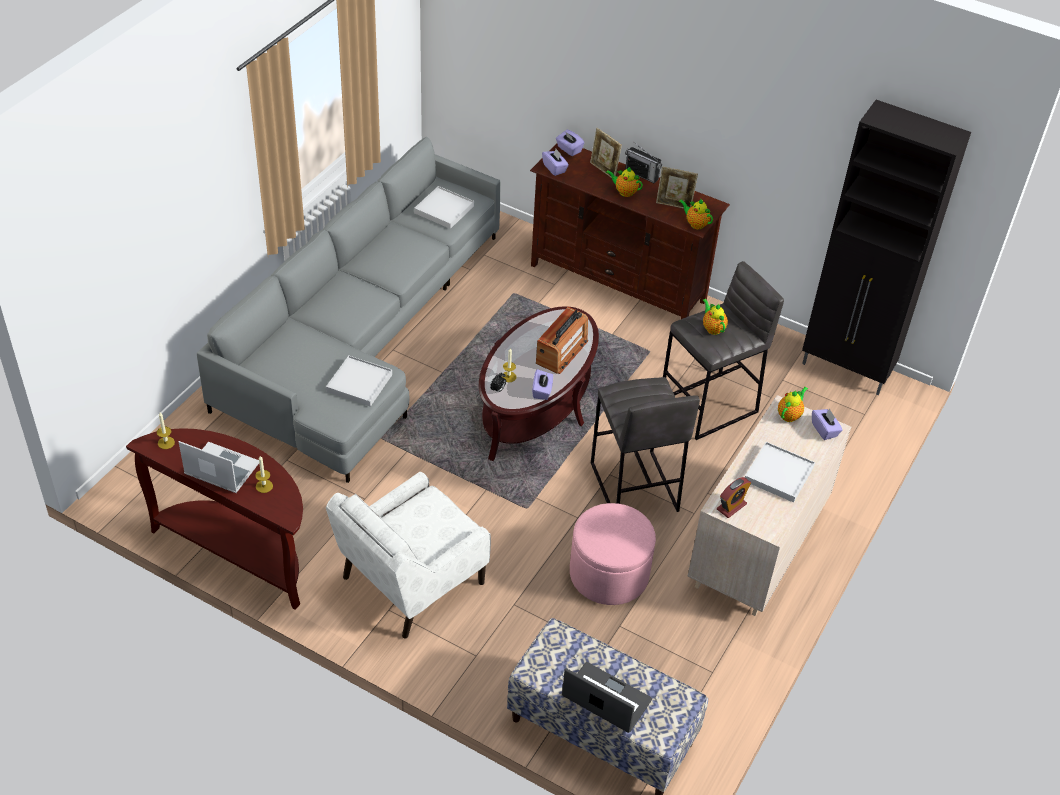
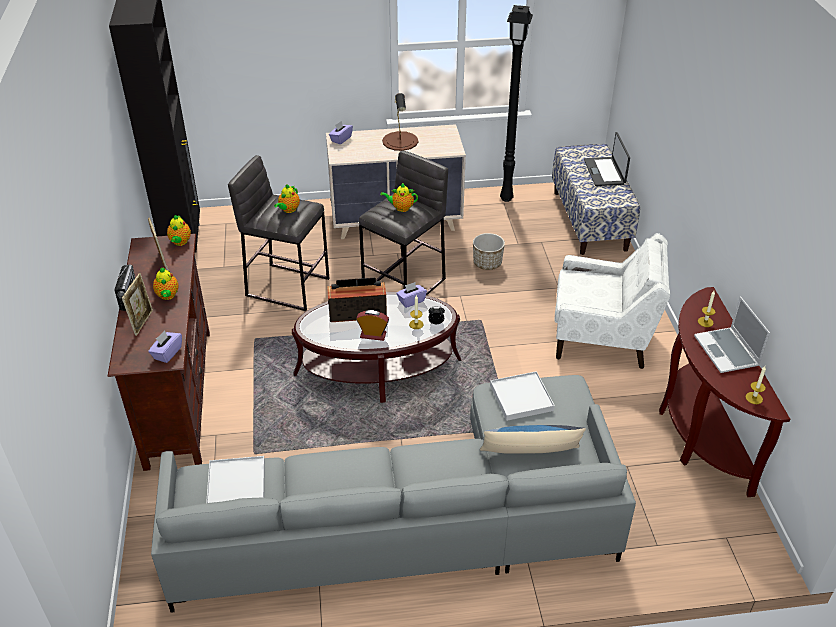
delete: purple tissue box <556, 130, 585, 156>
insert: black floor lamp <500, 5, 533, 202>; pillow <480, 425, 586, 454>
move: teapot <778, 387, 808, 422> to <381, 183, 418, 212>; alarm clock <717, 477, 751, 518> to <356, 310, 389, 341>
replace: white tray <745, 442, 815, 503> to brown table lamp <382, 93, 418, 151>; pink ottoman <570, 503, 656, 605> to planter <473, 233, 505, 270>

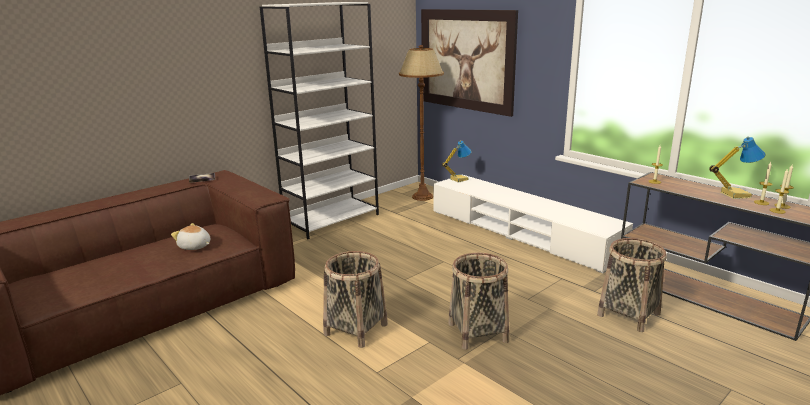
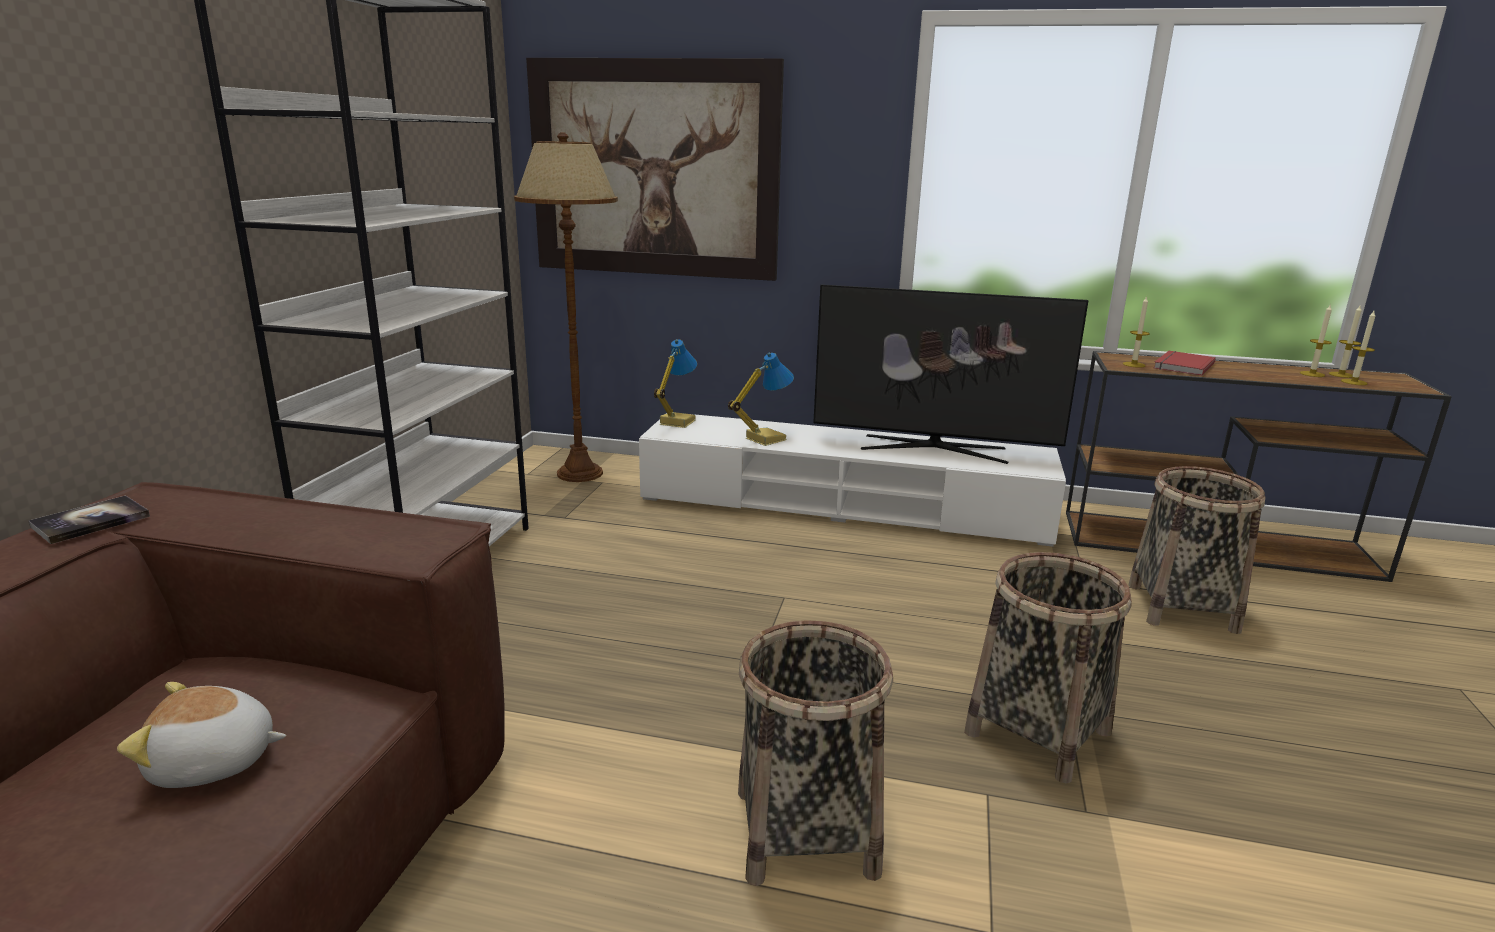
insert: television <813, 284, 1088, 464>; red book <1154, 351, 1216, 376>
move: table lamp <709, 137, 766, 199> to <728, 352, 794, 446>

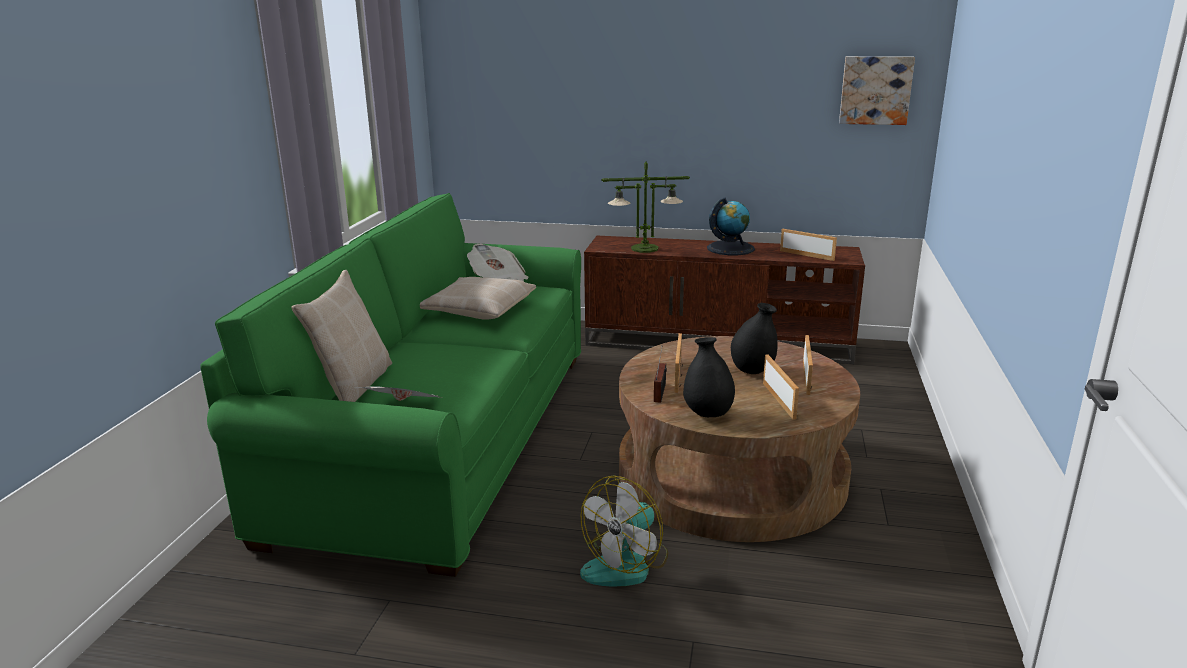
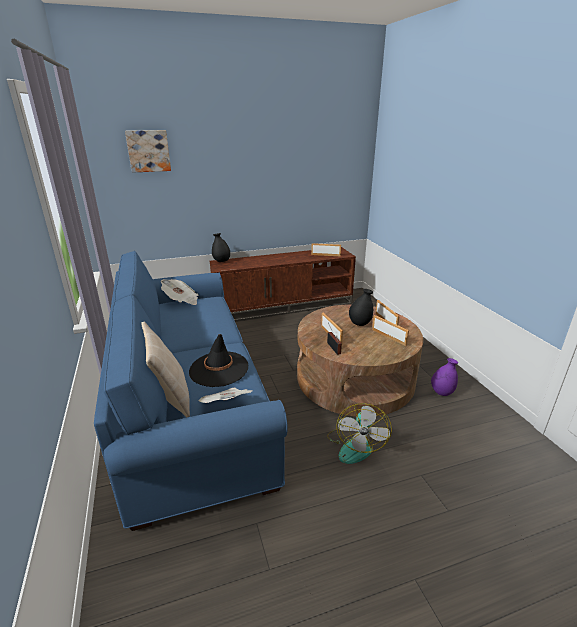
delete: table lamp <601, 162, 690, 253>; globe <707, 197, 755, 255>; beige pillow <420, 277, 536, 320>
insert: black hat <189, 334, 248, 387>; purple vase <431, 358, 458, 396>
move: picture <839, 56, 915, 125> to <125, 130, 171, 173>; black vase <683, 337, 735, 417> to <212, 233, 230, 262>
recolor: green sofa <200, 193, 581, 577> to blue sofa <94, 251, 288, 531>

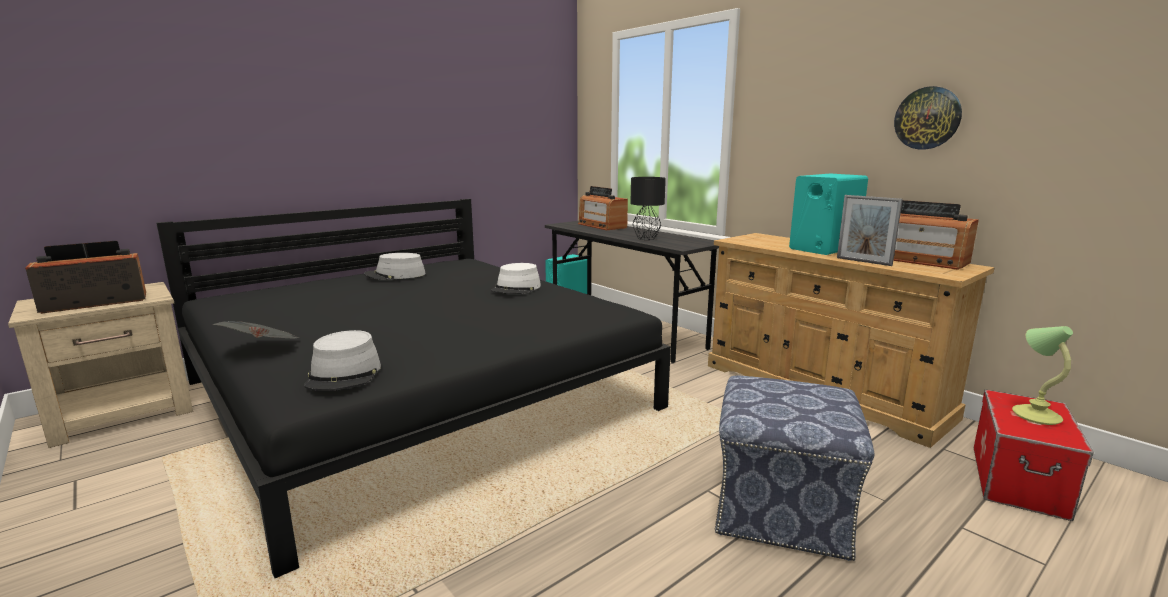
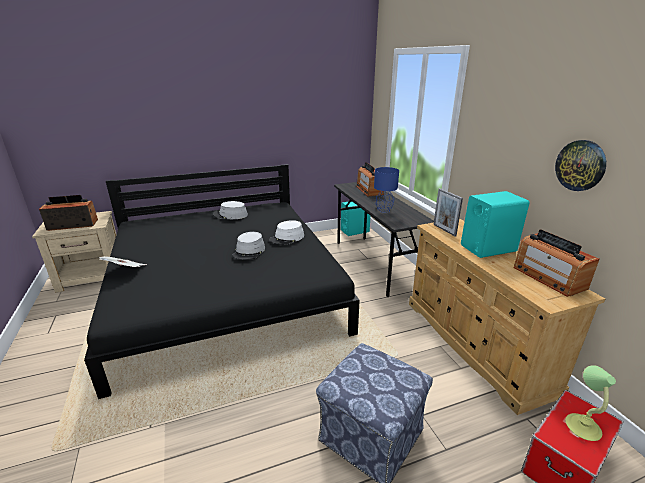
move: picture frame <837, 195, 903, 266> to <433, 188, 463, 237>; grey hat <304, 330, 381, 391> to <232, 232, 265, 260>
recolor: black table lamp <630, 177, 666, 240> to blue table lamp <374, 167, 399, 213>

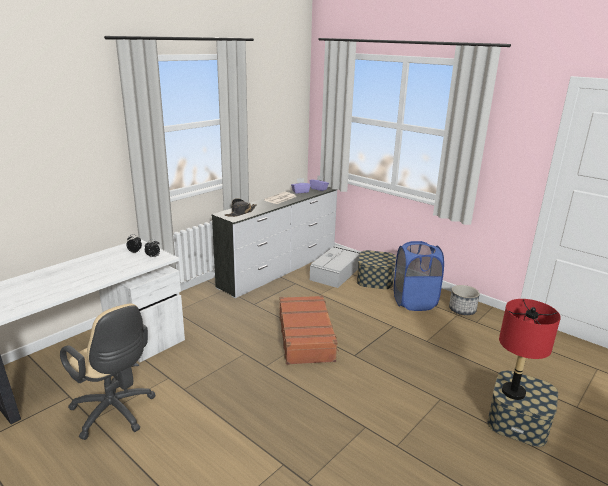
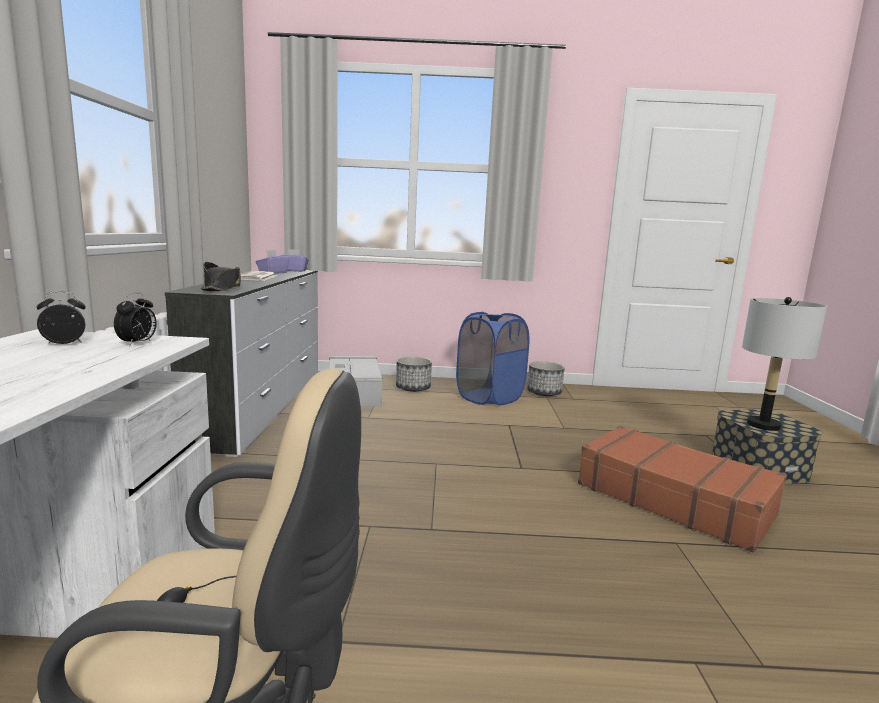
move: brown suitcase <279, 296, 339, 365> to <578, 426, 787, 553>
replace: storage box <357, 250, 396, 289> to planter <396, 357, 432, 392>
recolor: red table lamp <499, 299, 561, 400> to grey table lamp <742, 297, 827, 431>

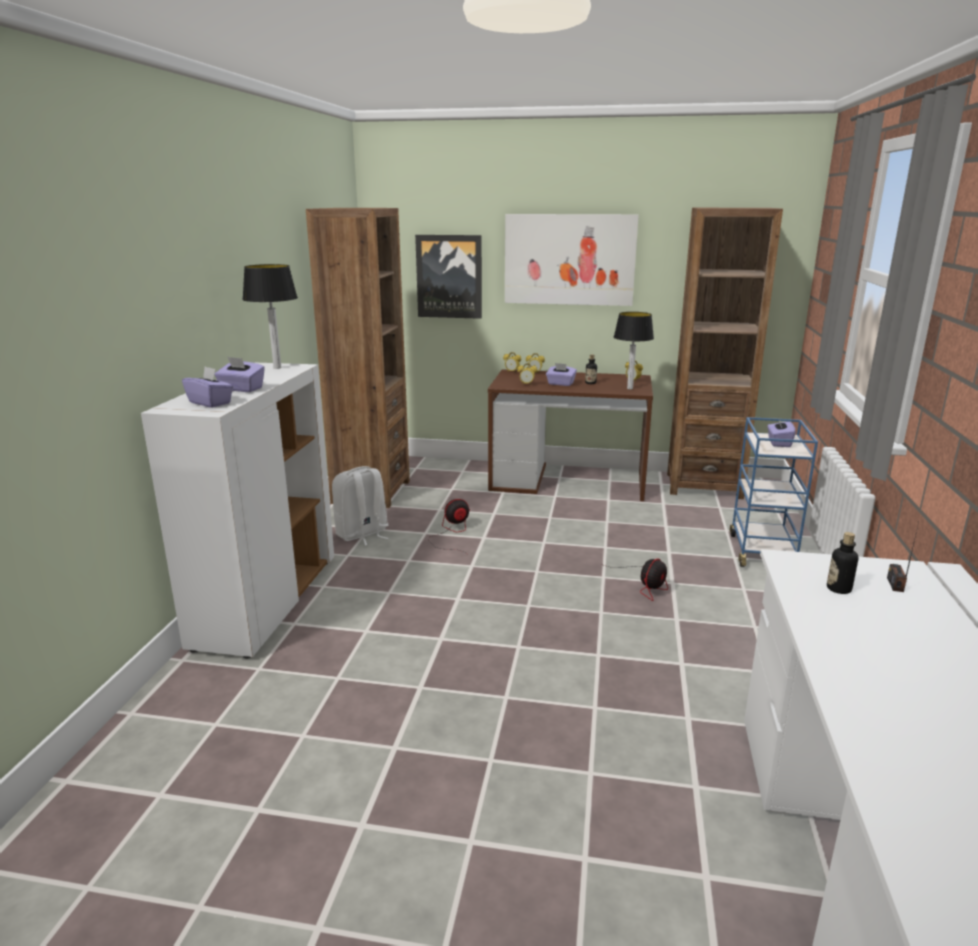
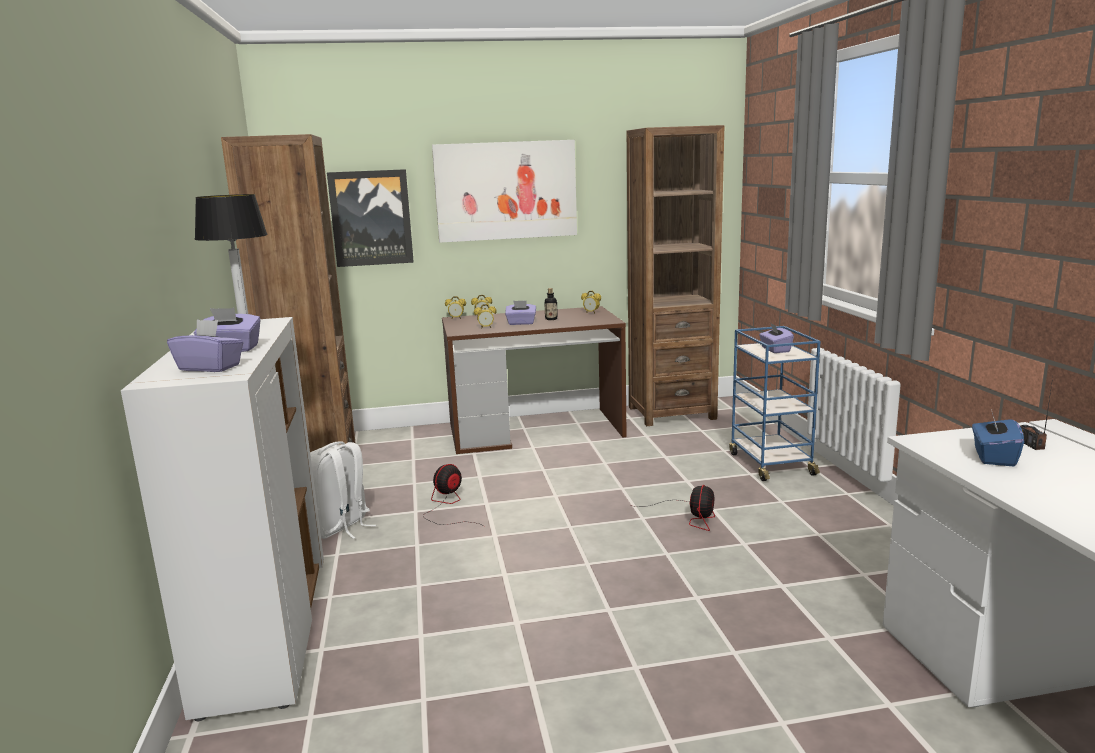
delete: table lamp <614, 312, 654, 390>
replace: bottle <827, 532, 859, 594> to blue tissue box <972, 409, 1024, 467>

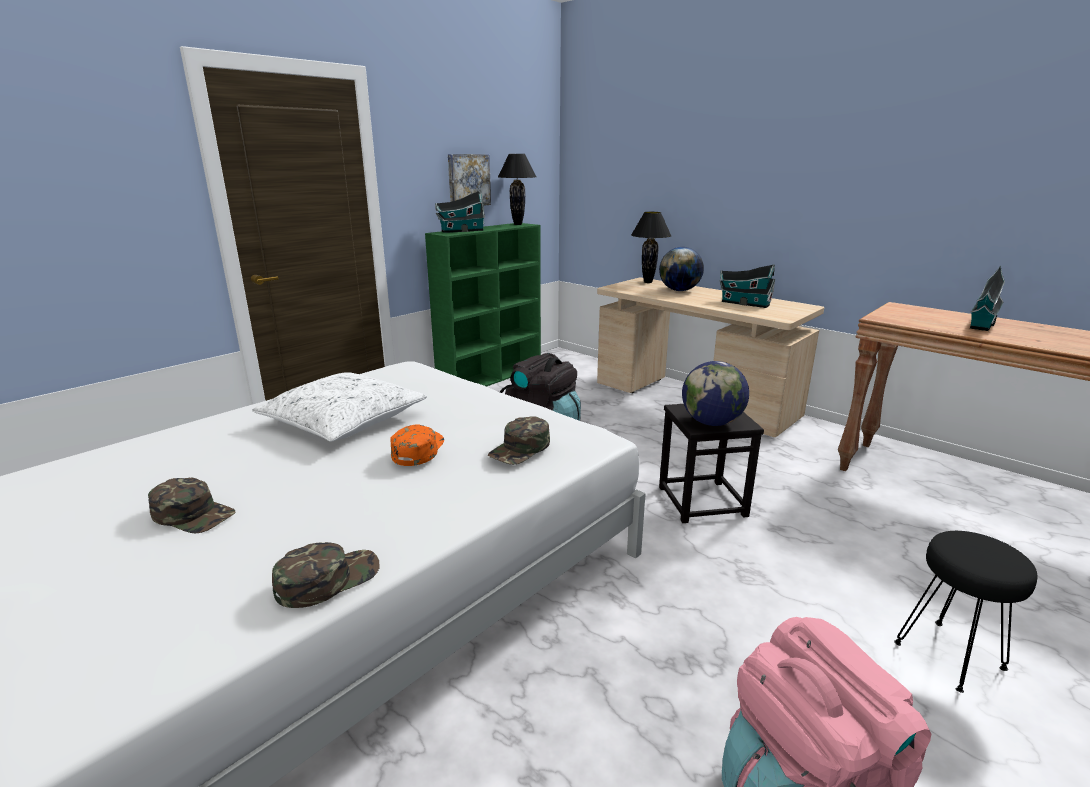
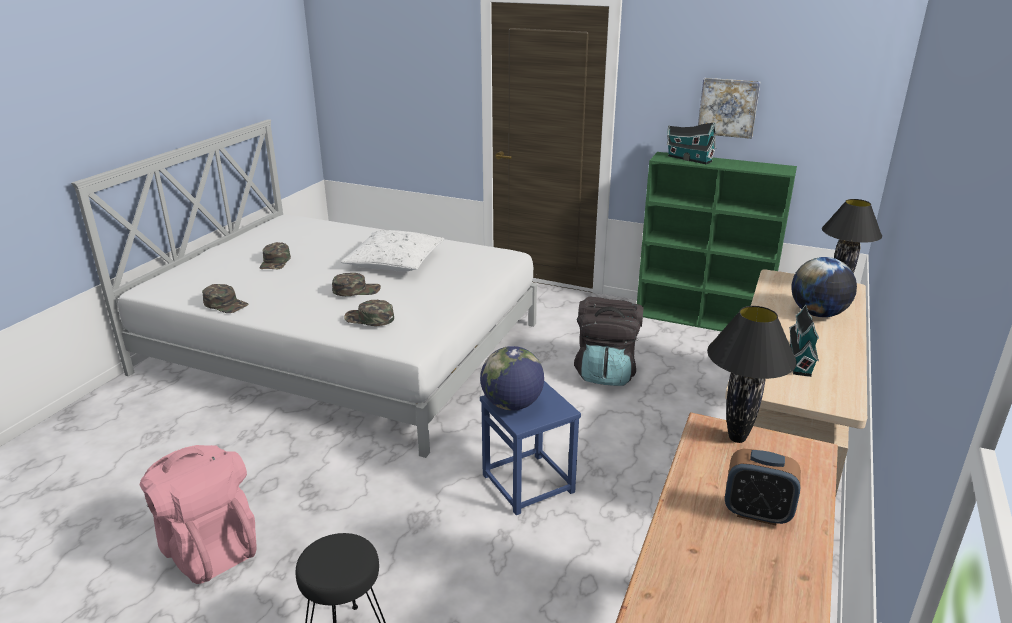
move: black table lamp <498, 154, 536, 225> to <707, 306, 797, 443>
replace: toy house <970, 266, 1005, 331> to alarm clock <725, 449, 801, 526>
recolor: black stool <659, 404, 764, 523> to blue stool <480, 381, 581, 515>; orange cap <390, 424, 444, 466> to green cap <332, 273, 381, 296>

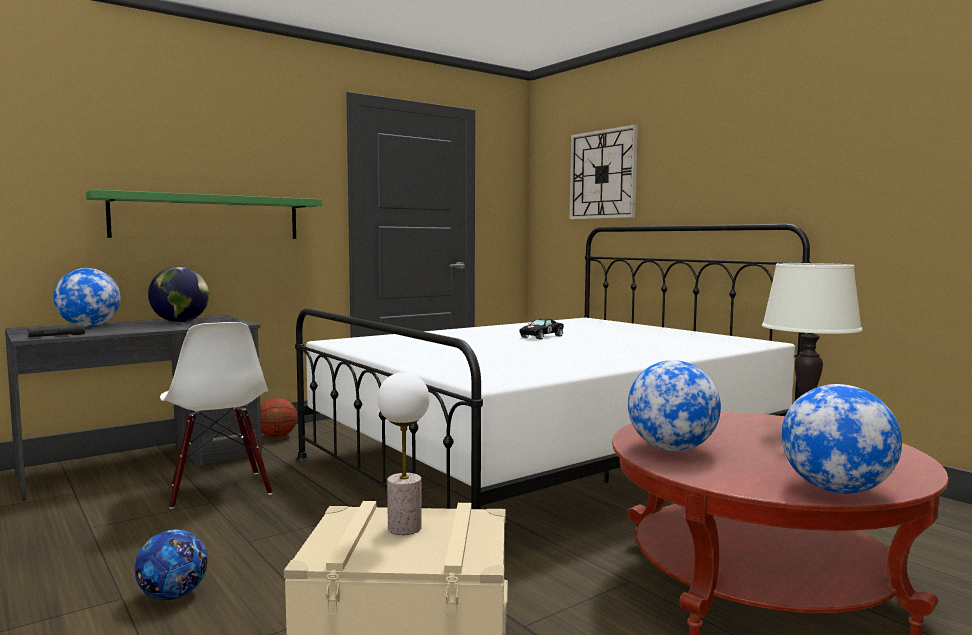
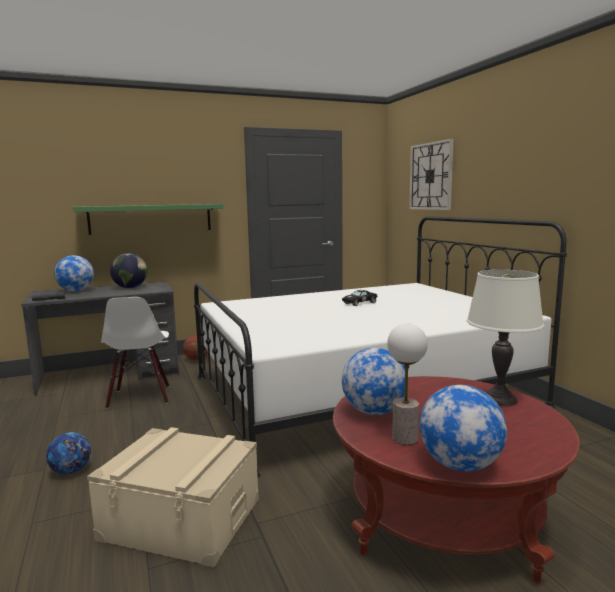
move: table lamp <378, 372, 429, 535> to <387, 323, 428, 445>

